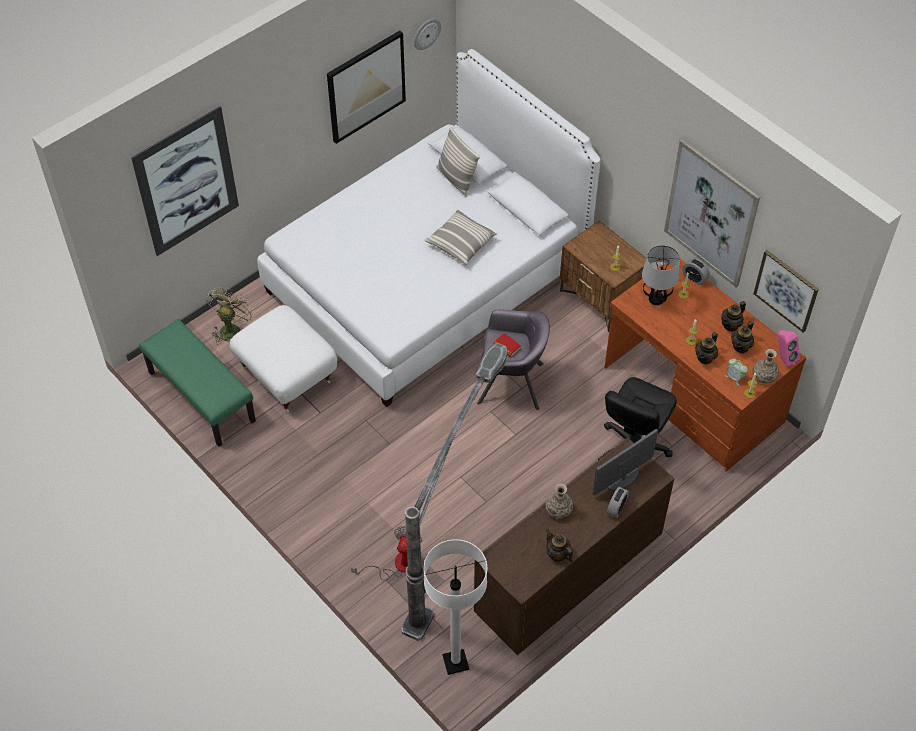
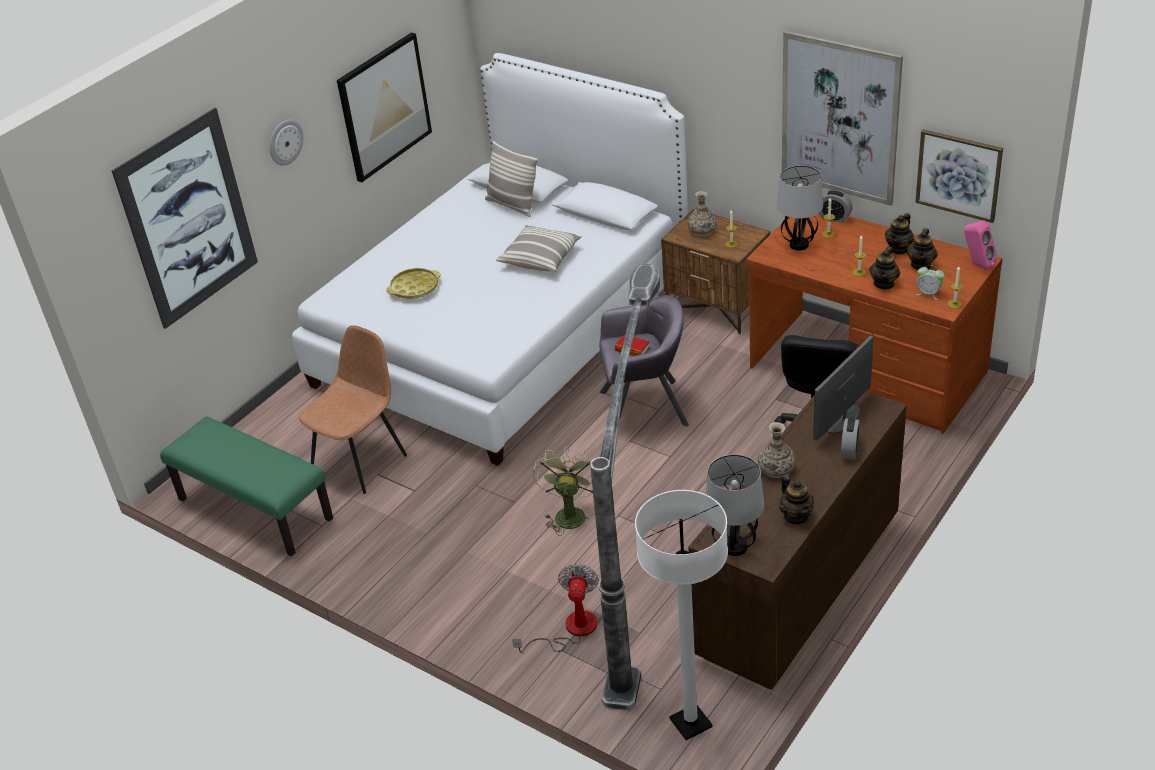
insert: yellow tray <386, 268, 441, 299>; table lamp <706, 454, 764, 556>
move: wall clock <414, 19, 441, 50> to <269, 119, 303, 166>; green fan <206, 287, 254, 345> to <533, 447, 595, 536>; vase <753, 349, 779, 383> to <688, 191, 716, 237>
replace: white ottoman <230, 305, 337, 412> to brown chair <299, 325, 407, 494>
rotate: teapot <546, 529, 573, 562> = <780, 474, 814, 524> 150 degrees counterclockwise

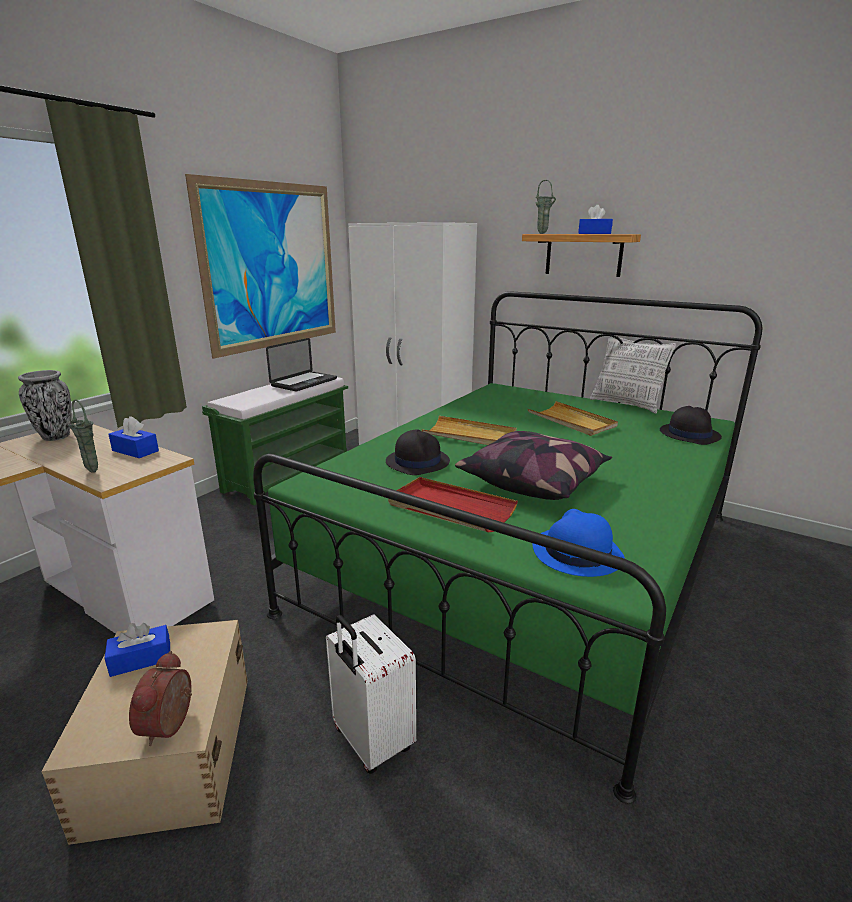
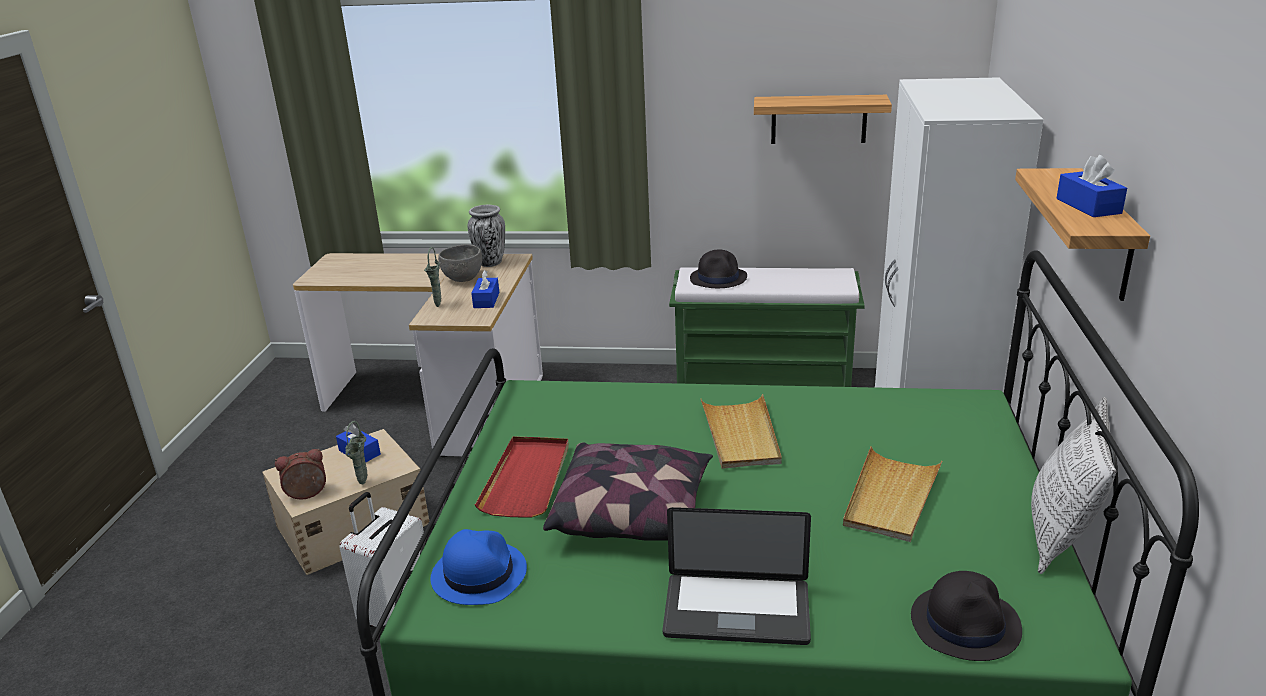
insert: grey bowl <438, 244, 482, 282>
move: green vase <536, 180, 556, 234> to <345, 421, 367, 484>; laptop <266, 338, 337, 391> to <663, 507, 811, 645>; black hat <386, 430, 450, 475> to <690, 249, 747, 288>
replace: picture <185, 174, 336, 359> to shelf <754, 95, 892, 144>

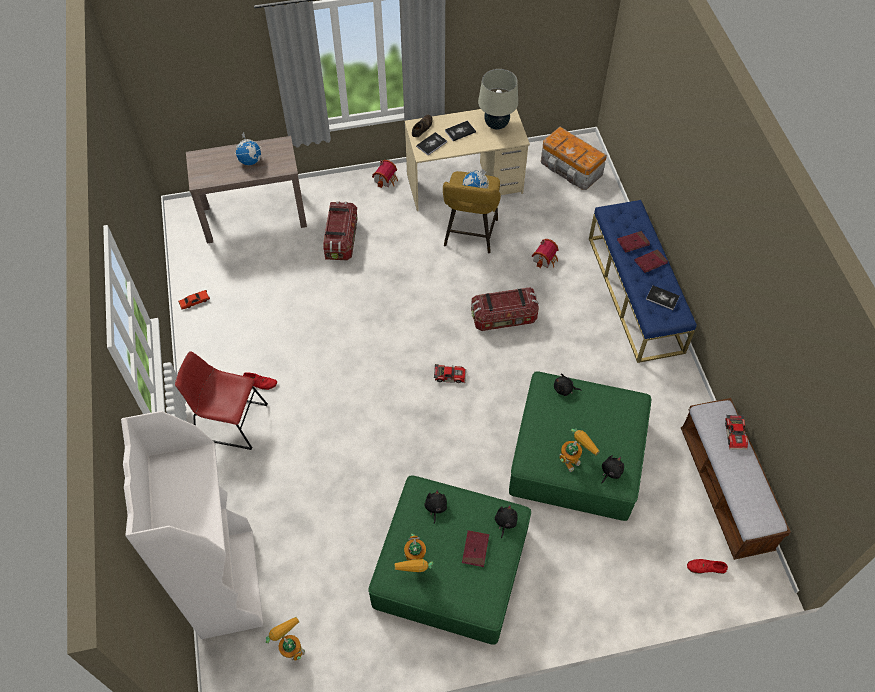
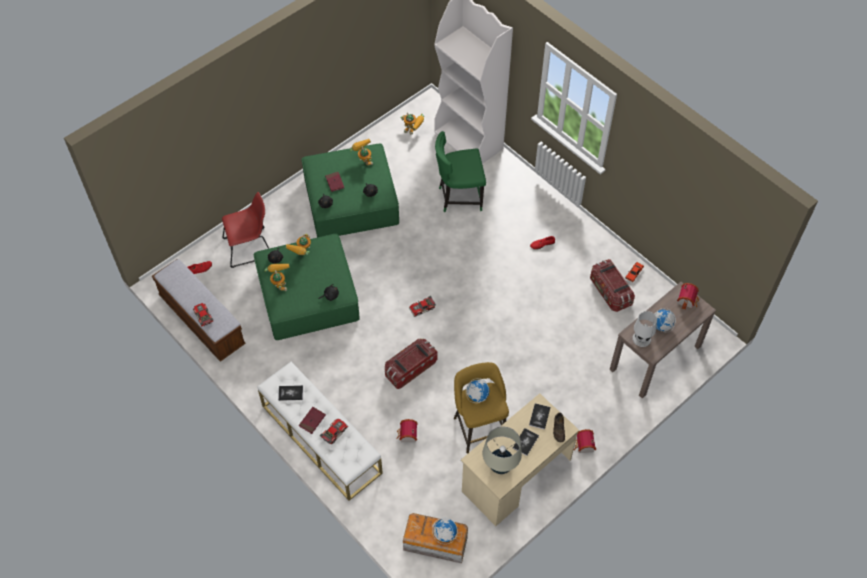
insert: green chair <435, 131, 486, 212>; toy robot <264, 264, 290, 291>; toy house <677, 283, 699, 309>; white table lamp <632, 311, 657, 347>; globe <432, 518, 458, 544>
move: storage box <323, 201, 358, 260> to <590, 259, 635, 312>; red chair <175, 351, 268, 450> to <222, 192, 269, 268>
replace: red book <617, 231, 650, 252> to toy car <320, 419, 348, 444>
recolor: blue bench <589, 200, 697, 363> to white bench <257, 362, 383, 501>

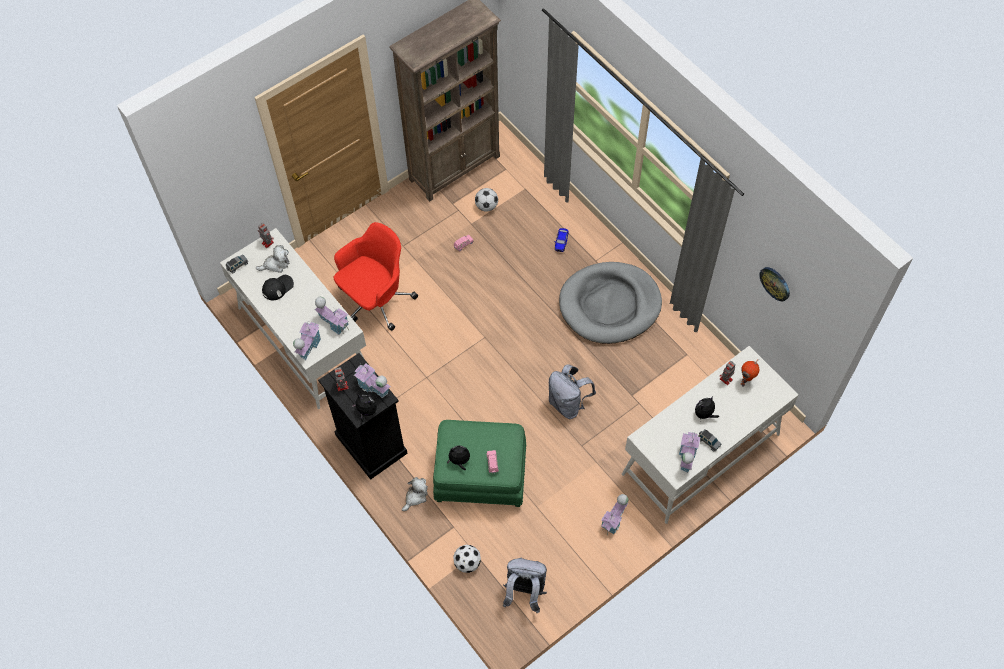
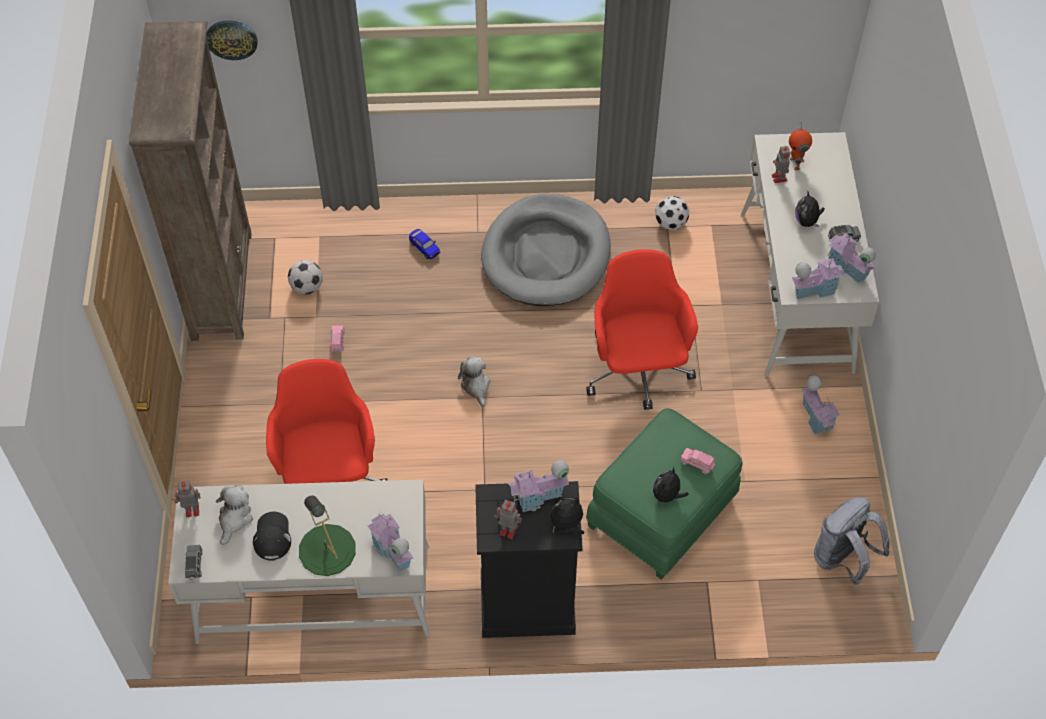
insert: green table lamp <299, 495, 356, 576>
move: wall clock <759, 267, 790, 301> to <206, 20, 258, 60>; toy house <315, 297, 349, 335> to <792, 257, 846, 299>; plush toy <402, 477, 428, 511> to <458, 357, 490, 407>; football <453, 545, 481, 573> to <655, 196, 689, 230>
replace: grey backpack <549, 364, 596, 419> to red office chair <586, 249, 698, 410>

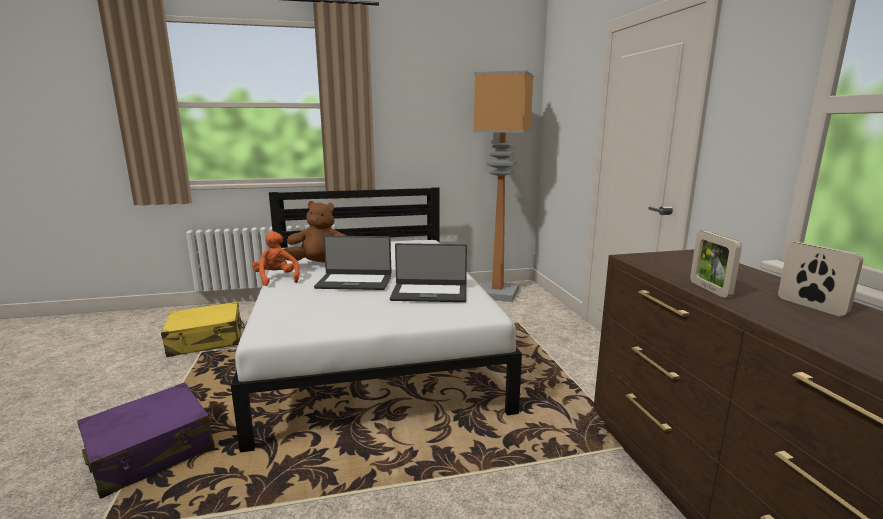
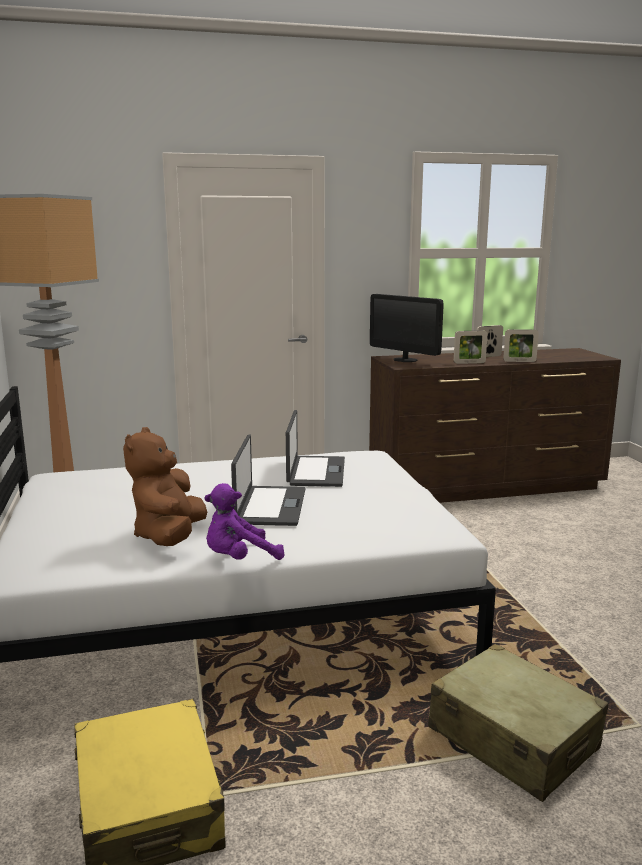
insert: monitor <370, 294, 444, 362>; picture frame <503, 329, 539, 362>
recolor: orange plush toy <252, 231, 300, 286> to purple plush toy <204, 483, 285, 560>; purple suitcase <77, 382, 215, 499> to beige suitcase <428, 644, 608, 802>

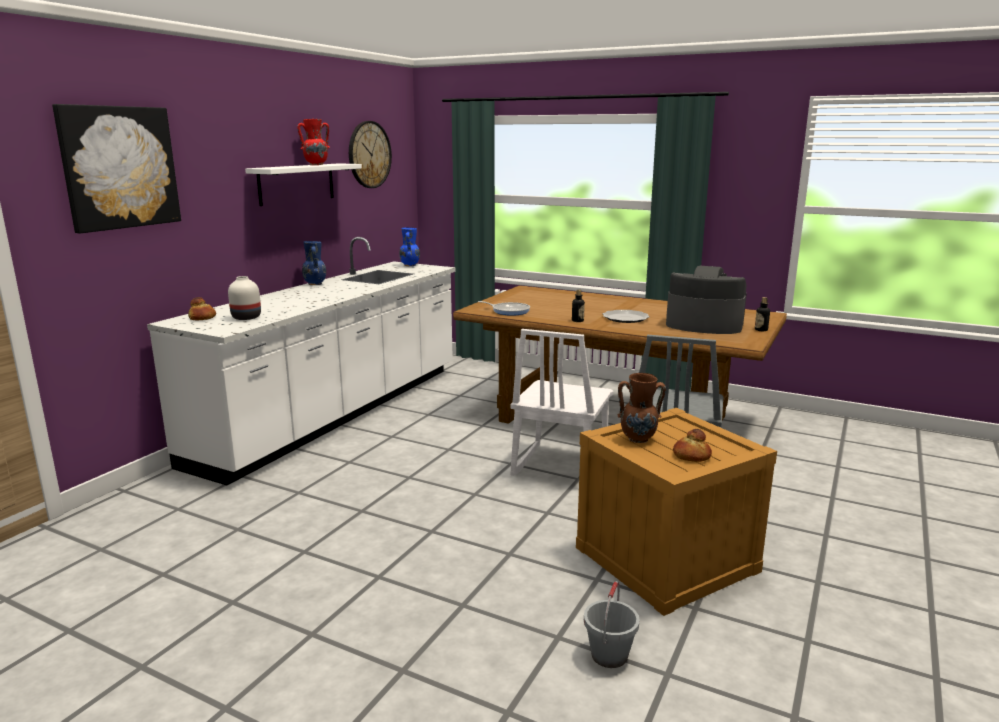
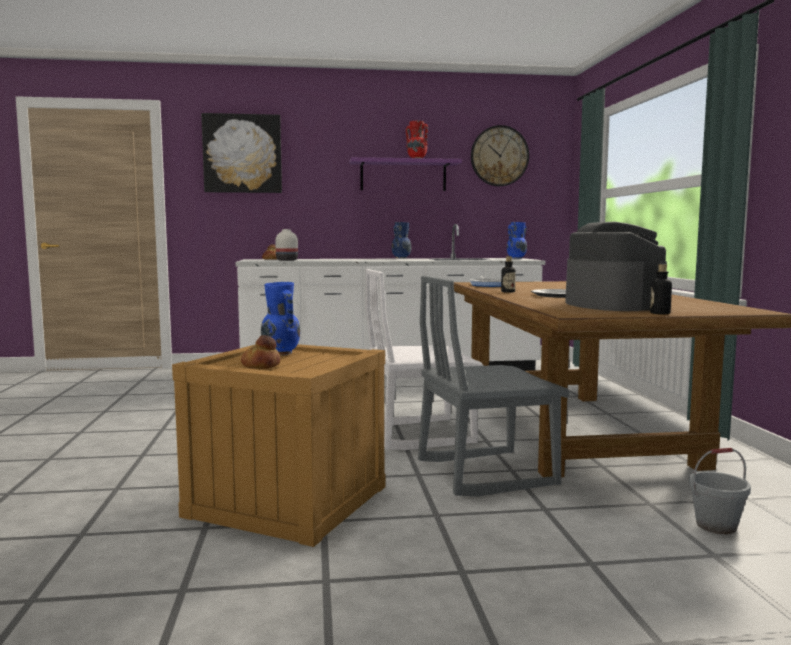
move: grey bucket <584, 581, 640, 668> to <689, 448, 751, 534>
recolor: white shelf <245, 163, 362, 206> to purple shelf <349, 157, 462, 191>; brown vase <618, 373, 666, 443> to blue vase <261, 282, 300, 355>

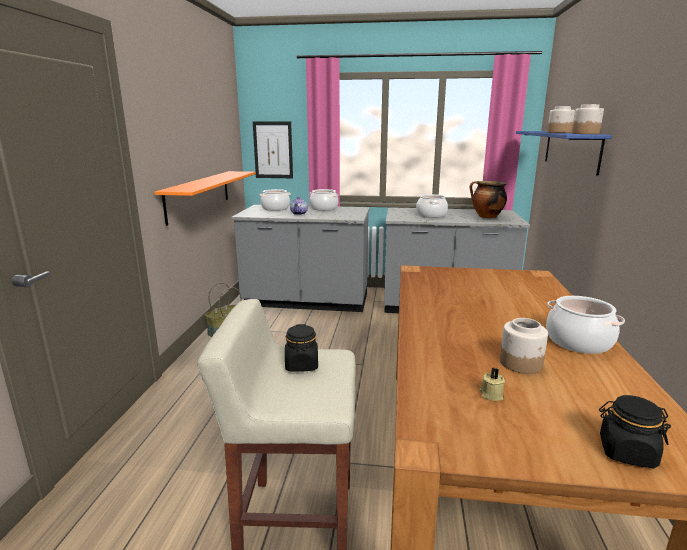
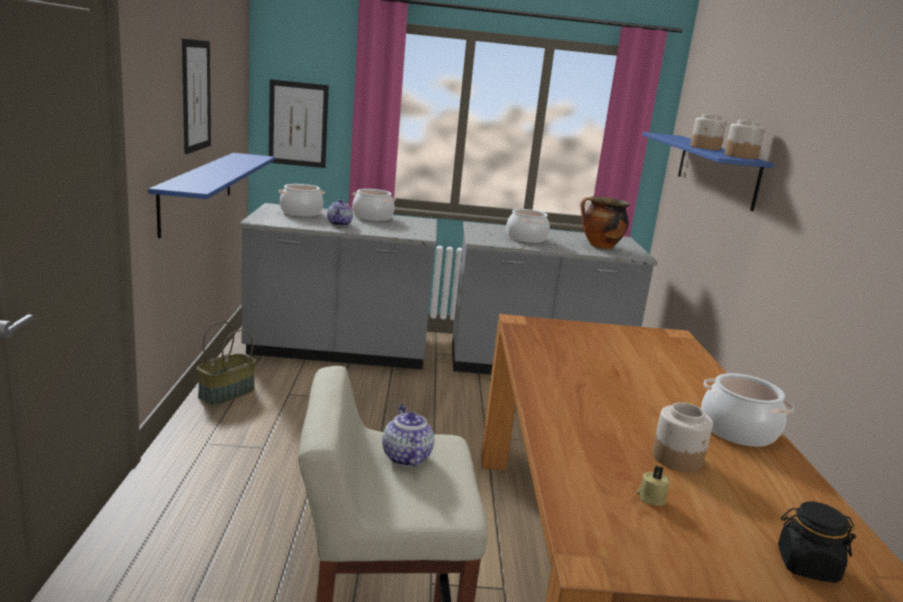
insert: picture <182, 39, 211, 154>
replace: black jar <285, 324, 318, 372> to teapot <382, 405, 435, 466>
recolor: orange shelf <154, 171, 256, 226> to blue shelf <148, 153, 275, 238>

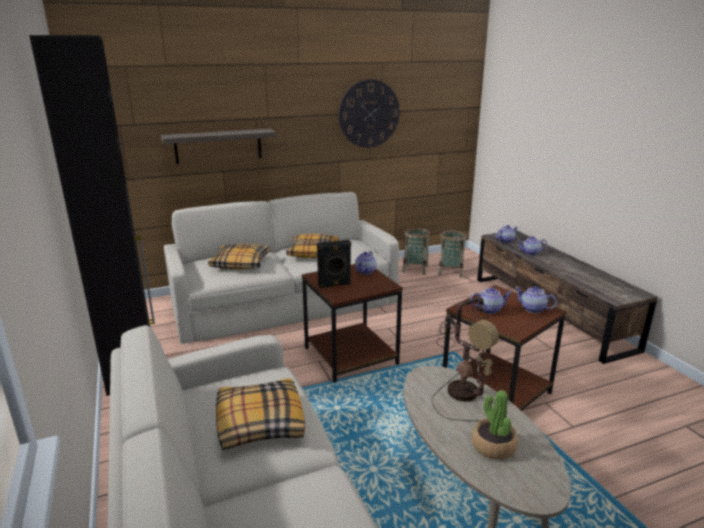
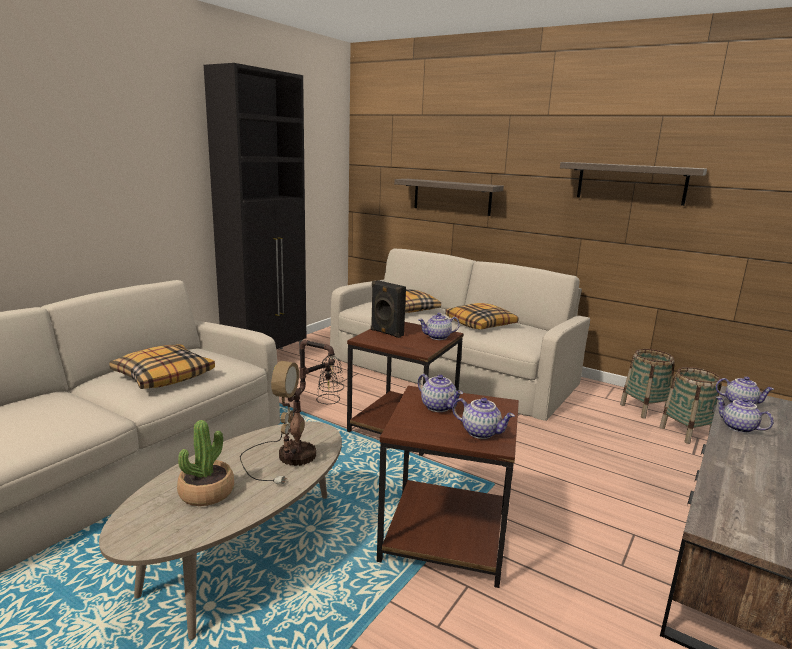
replace: wall clock <339, 79, 400, 148> to shelf <560, 162, 707, 206>
rotate: teapot <515, 286, 557, 313> = <452, 398, 515, 439> 120 degrees clockwise

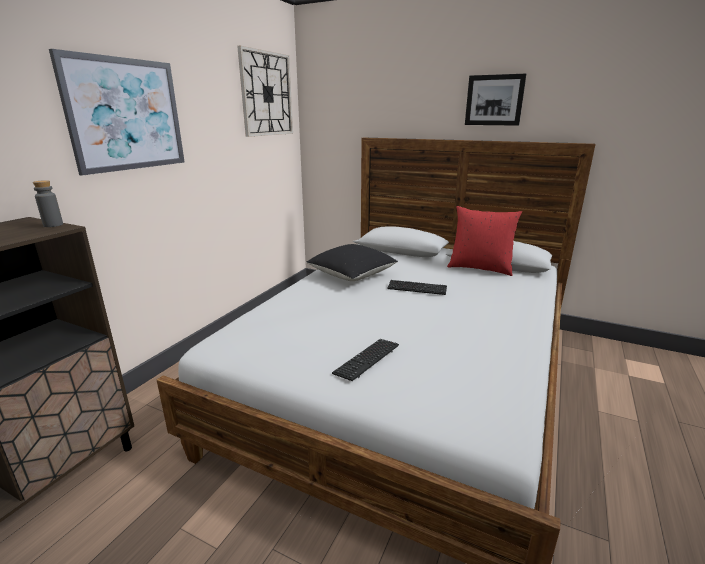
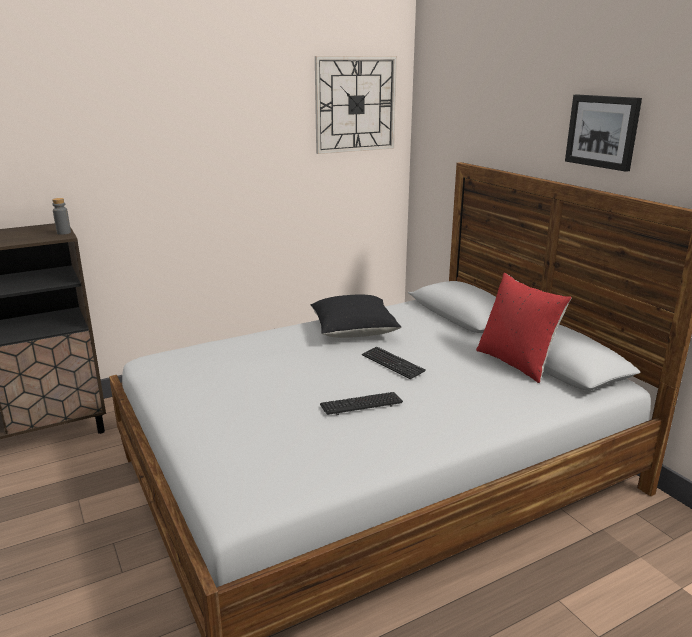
delete: picture <49, 49, 185, 176>
move: keyboard <332, 339, 399, 381> to <320, 392, 403, 415>

